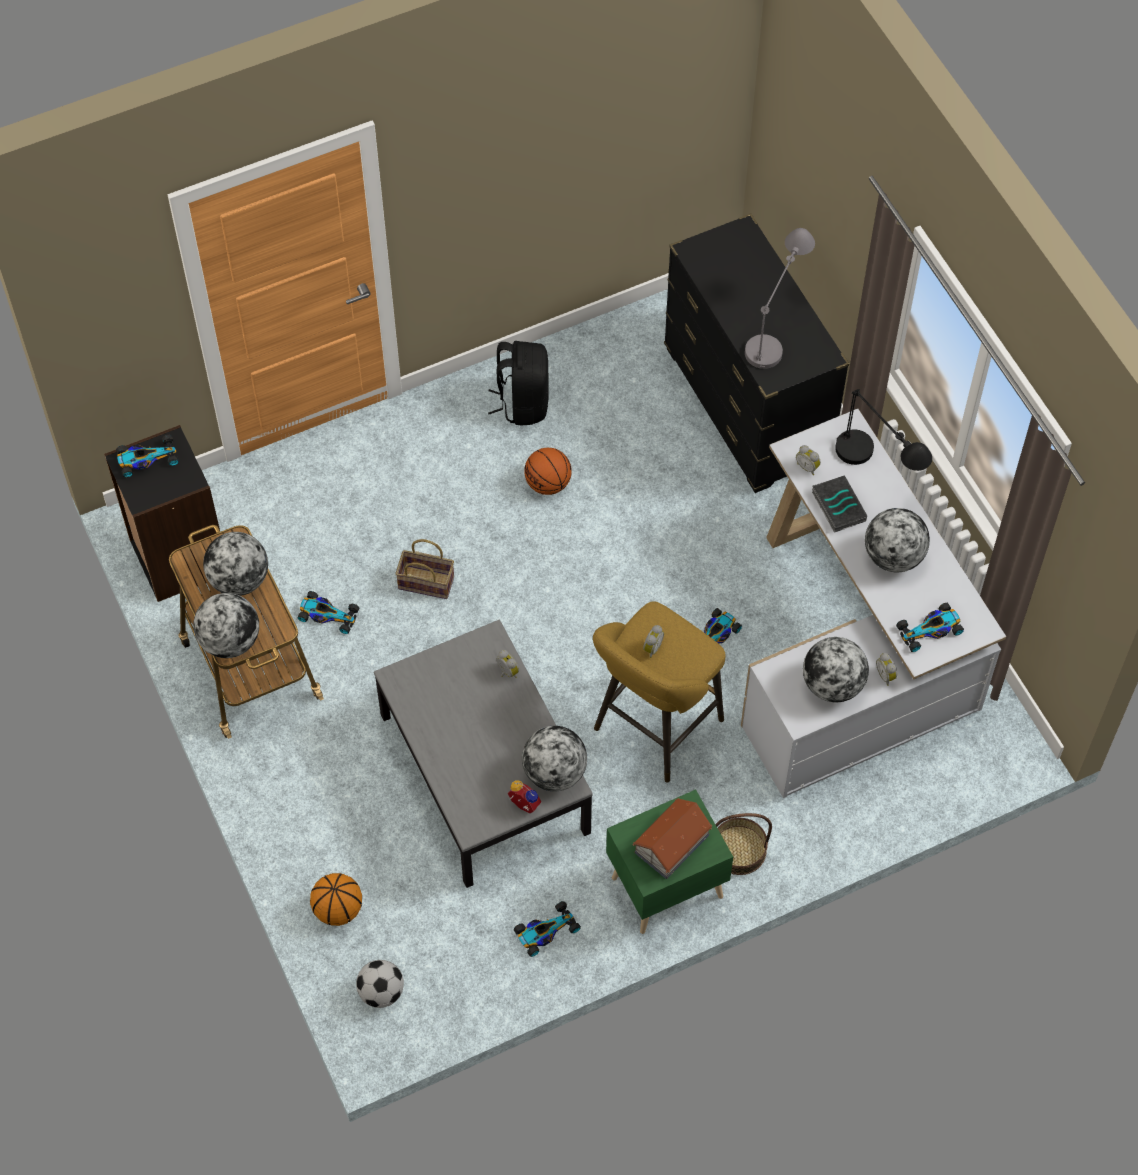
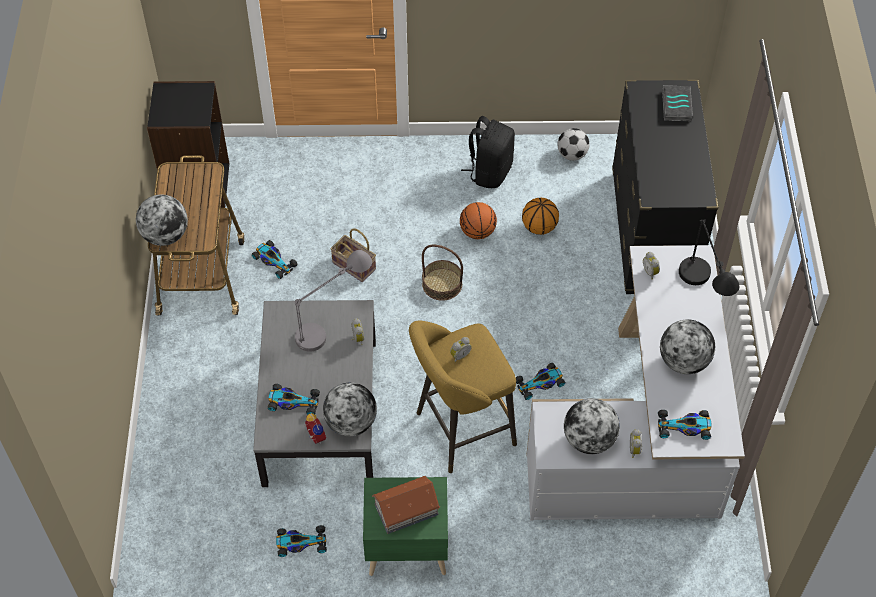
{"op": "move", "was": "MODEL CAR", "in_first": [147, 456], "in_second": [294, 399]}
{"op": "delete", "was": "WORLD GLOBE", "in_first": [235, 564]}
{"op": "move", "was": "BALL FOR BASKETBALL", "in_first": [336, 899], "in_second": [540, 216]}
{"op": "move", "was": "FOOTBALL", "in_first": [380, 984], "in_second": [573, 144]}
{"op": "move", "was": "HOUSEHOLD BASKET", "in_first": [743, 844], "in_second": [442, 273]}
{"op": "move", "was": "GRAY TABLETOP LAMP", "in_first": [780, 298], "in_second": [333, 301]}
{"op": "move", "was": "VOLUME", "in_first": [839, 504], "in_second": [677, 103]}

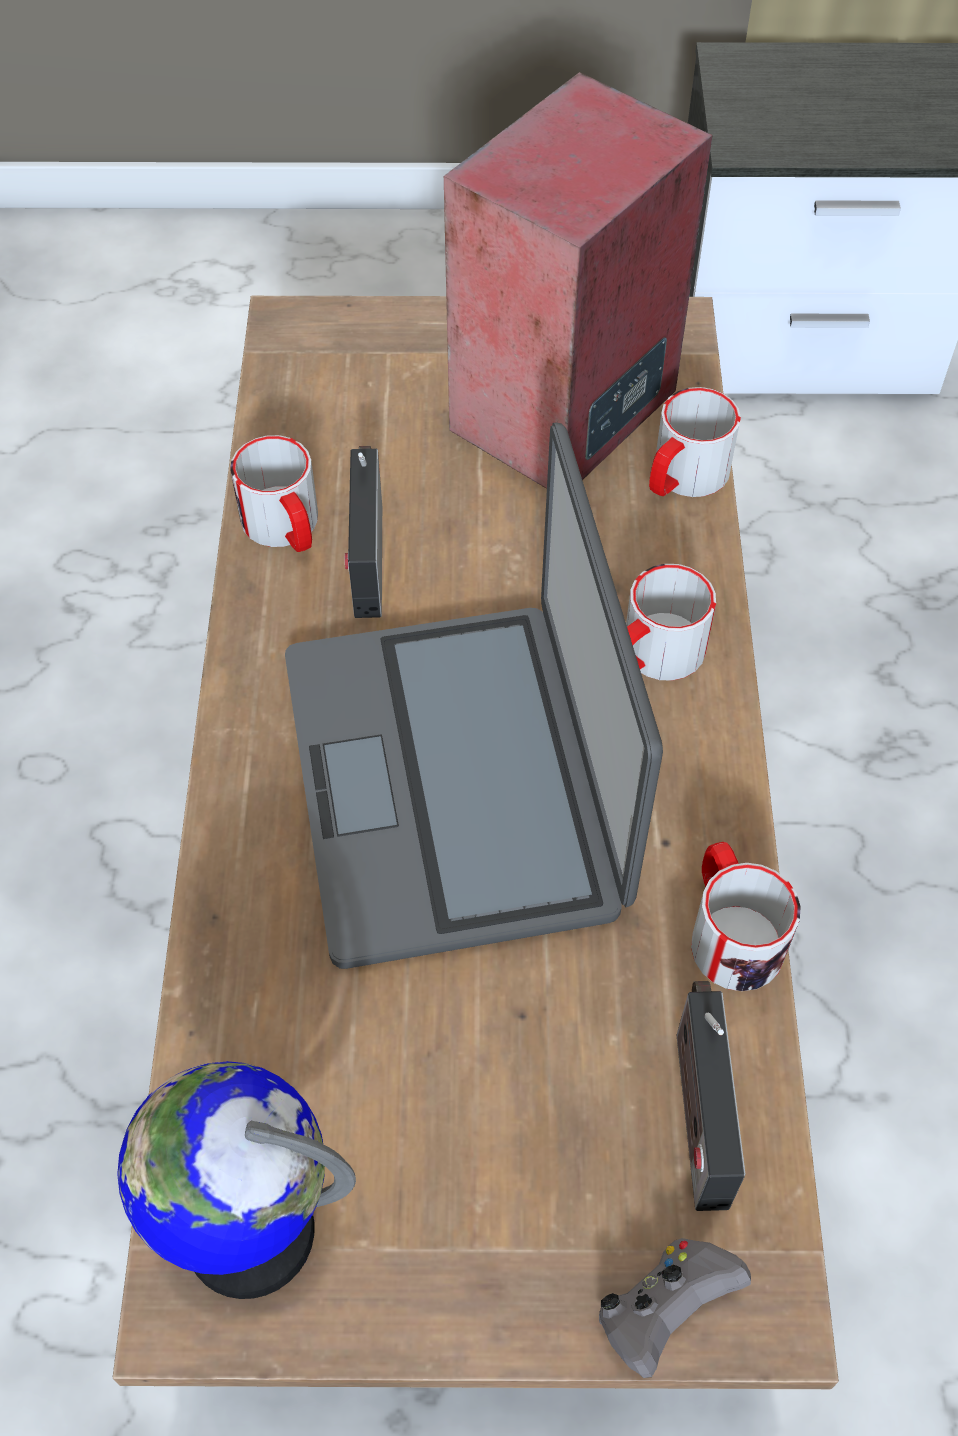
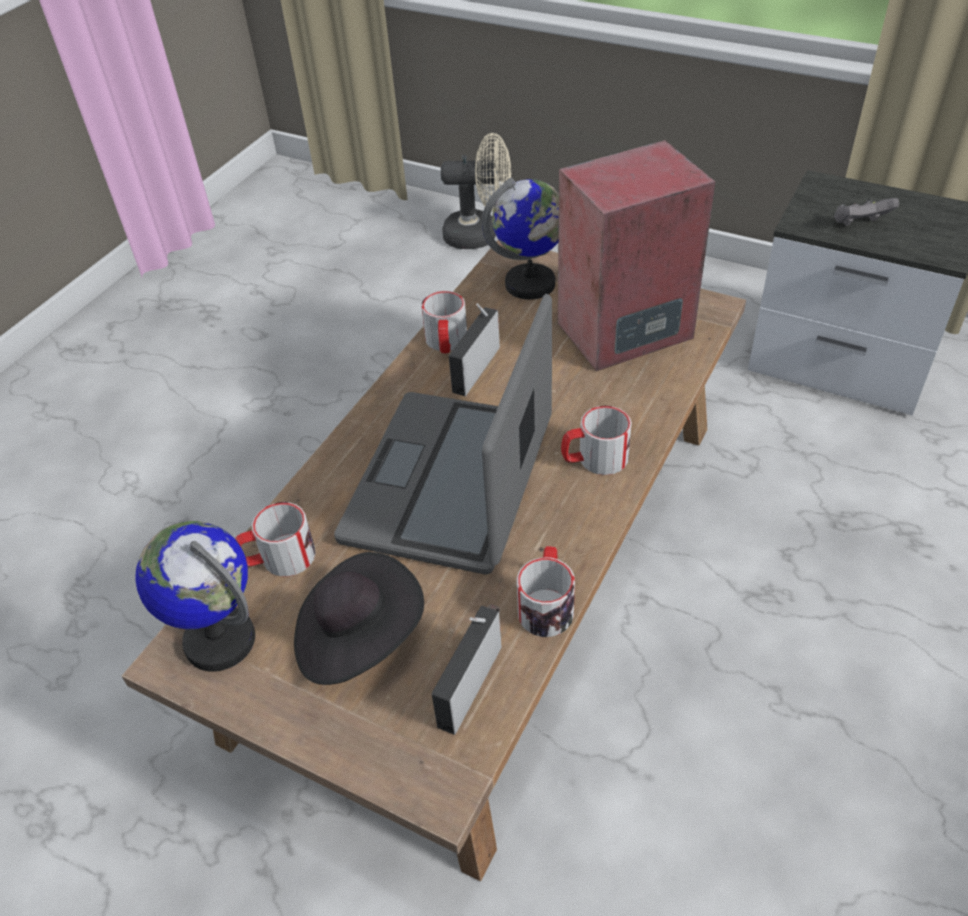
{"op": "move", "was": "GRAY GAMEPAD", "in_first": [675, 1308], "in_second": [866, 212]}
{"op": "move", "was": "COFFEE MUG", "in_first": [695, 442], "in_second": [275, 539]}
{"op": "insert", "now": "BLACK-COLOURED CLOTHING HAT", "in_second": [359, 618]}
{"op": "insert", "now": "BEIGE FAN", "in_second": [476, 191]}
{"op": "insert", "now": "WORLD GLOBE", "in_second": [520, 239]}

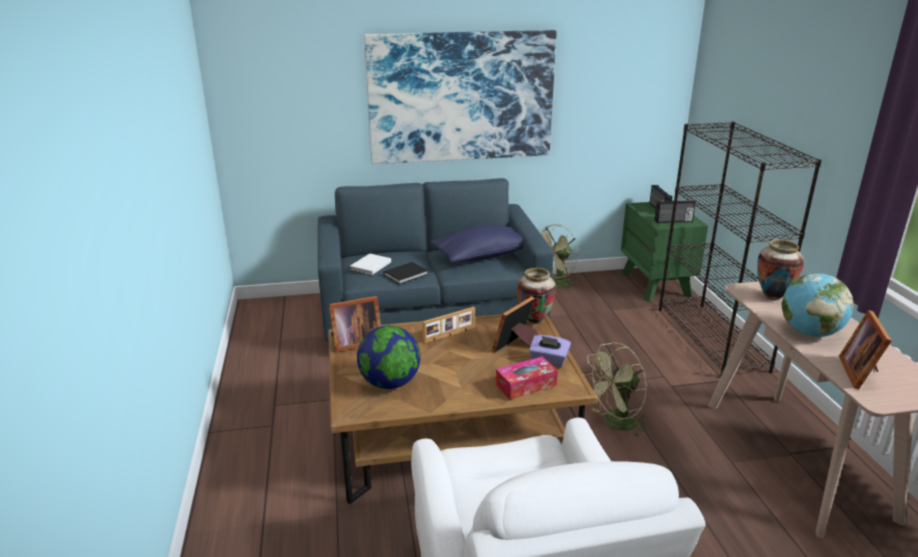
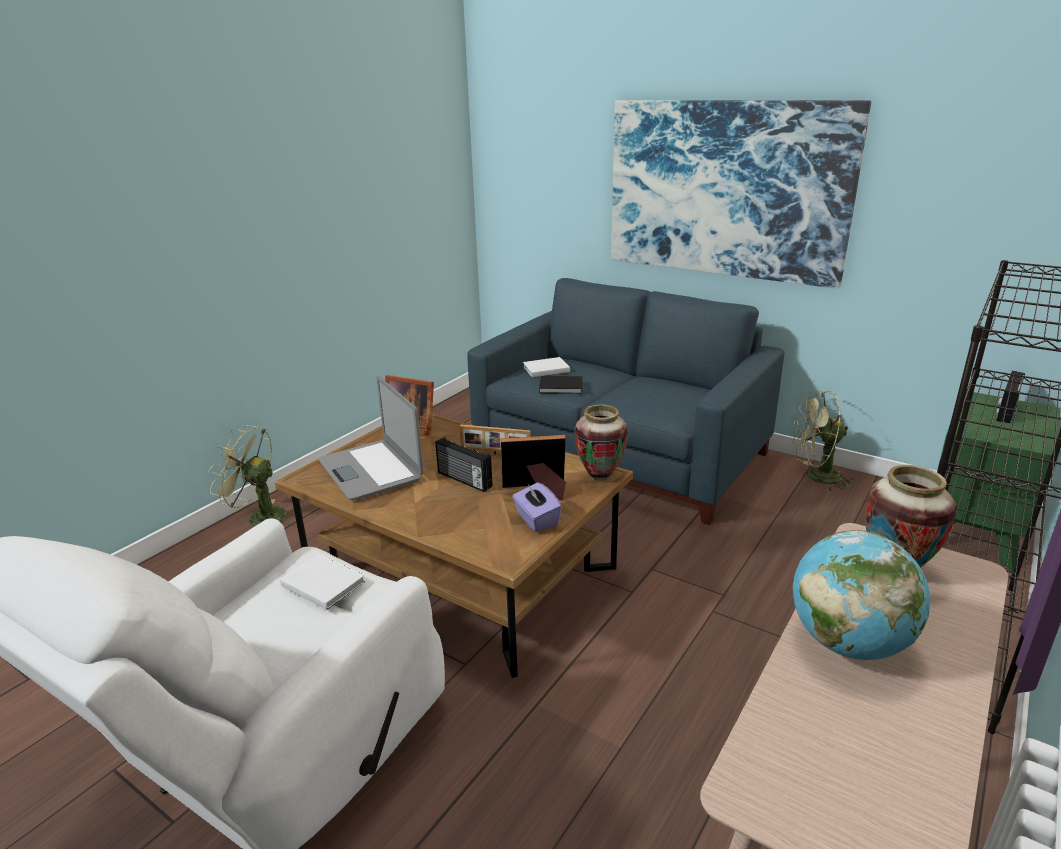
{"op": "replace", "was": "WORLD GLOBE", "now": "NOTEBOOK COMPUTER", "in_first": [388, 357], "in_second": [371, 438]}
{"op": "delete", "was": "BLUE THROW PILLOW", "in_first": [476, 243]}
{"op": "delete", "was": "TISSUE HOLDER", "in_first": [527, 378]}
{"op": "move", "was": "GREENISH FAN", "in_first": [616, 390], "in_second": [248, 476]}
{"op": "move", "was": "RADIO", "in_first": [675, 211], "in_second": [464, 464]}
{"op": "delete", "was": "PICTURE FRAME", "in_first": [865, 349]}
{"op": "insert", "now": "WHITE VOLUME", "in_second": [322, 582]}

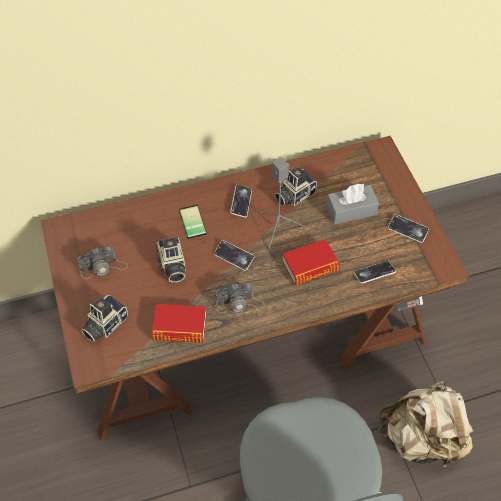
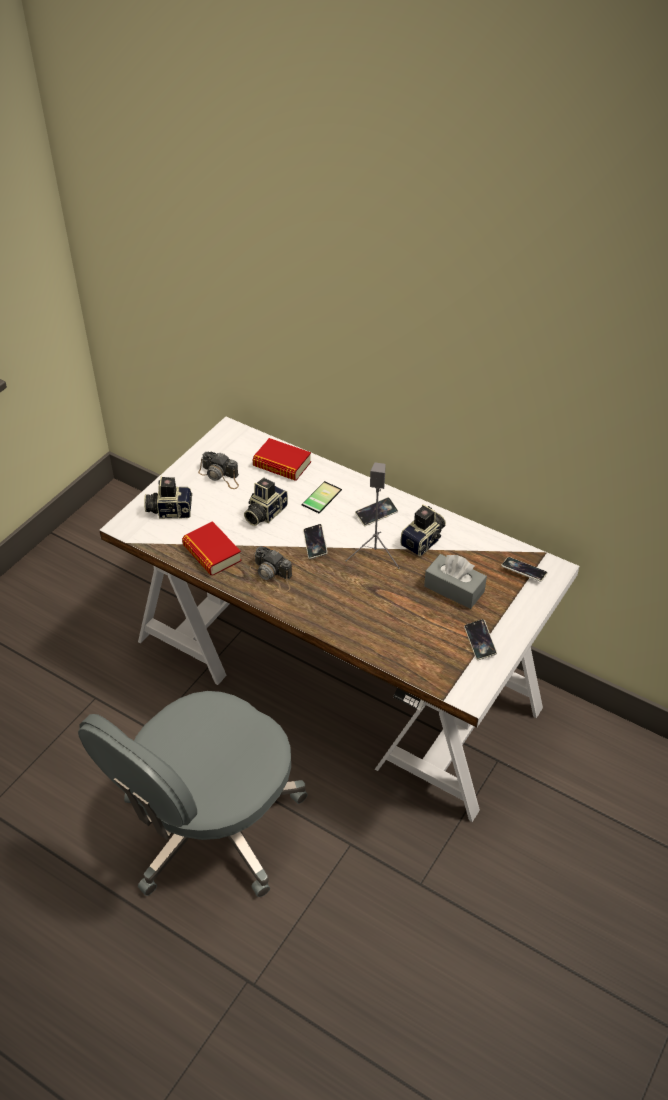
{"op": "recolor", "was": "BROWN-COLOURED DESK UNIT", "now": "WHITE DESK UNIT", "in_first": [254, 288], "in_second": [339, 619]}
{"op": "rotate", "was": "STILL CAMERA", "in_first": [295, 187], "in_second": [423, 530], "clockwise": 120}
{"op": "move", "was": "VOLUME", "in_first": [311, 262], "in_second": [281, 459]}
{"op": "move", "was": "TELEPHONE", "in_first": [375, 272], "in_second": [524, 569]}
{"op": "delete", "was": "BEIGE RUCKSACK", "in_first": [426, 425]}

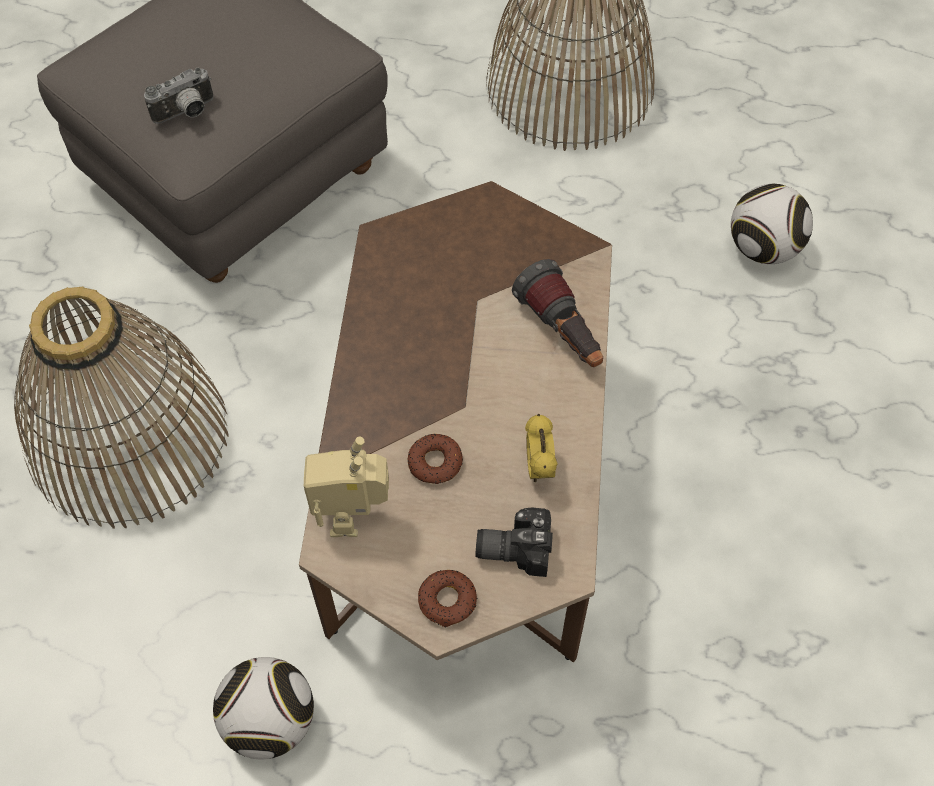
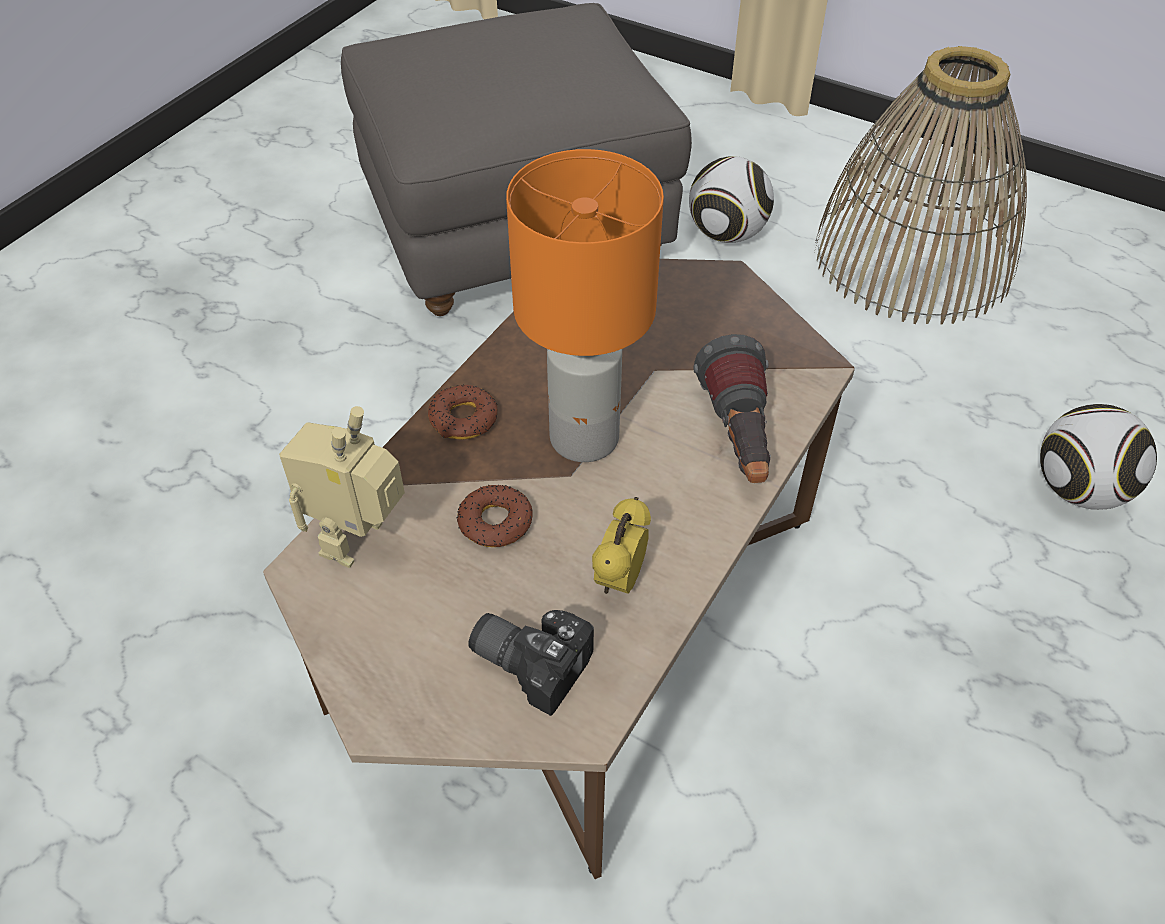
{"op": "delete", "was": "HOUSEHOLD BASKET", "in_first": [121, 408]}
{"op": "delete", "was": "STILL CAMERA", "in_first": [178, 96]}
{"op": "move", "was": "FOOTBALL", "in_first": [263, 708], "in_second": [731, 199]}
{"op": "move", "was": "DOUGHNUT", "in_first": [448, 599], "in_second": [462, 412]}
{"op": "insert", "now": "ORANGE TABLETOP LAMP", "in_second": [585, 305]}

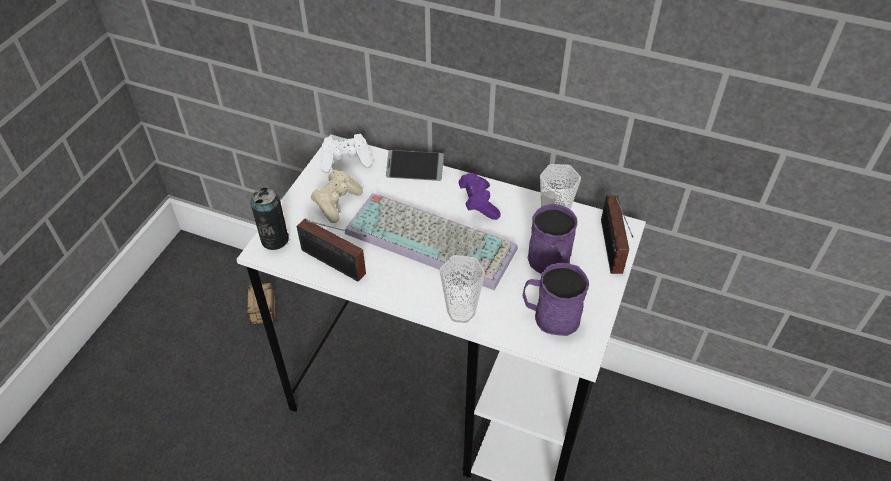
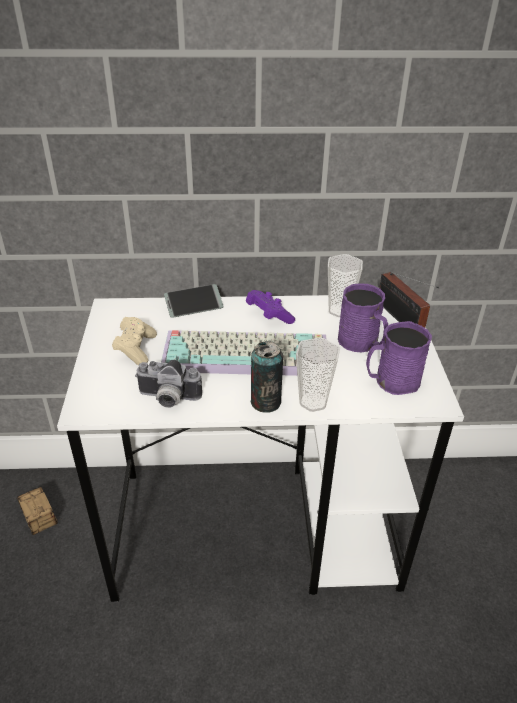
{"op": "move", "was": "CAN", "in_first": [269, 219], "in_second": [267, 377]}
{"op": "replace", "was": "RADIO", "now": "STILL CAMERA", "in_first": [332, 250], "in_second": [168, 384]}
{"op": "delete", "was": "WHITE GAMEPAD", "in_first": [347, 153]}

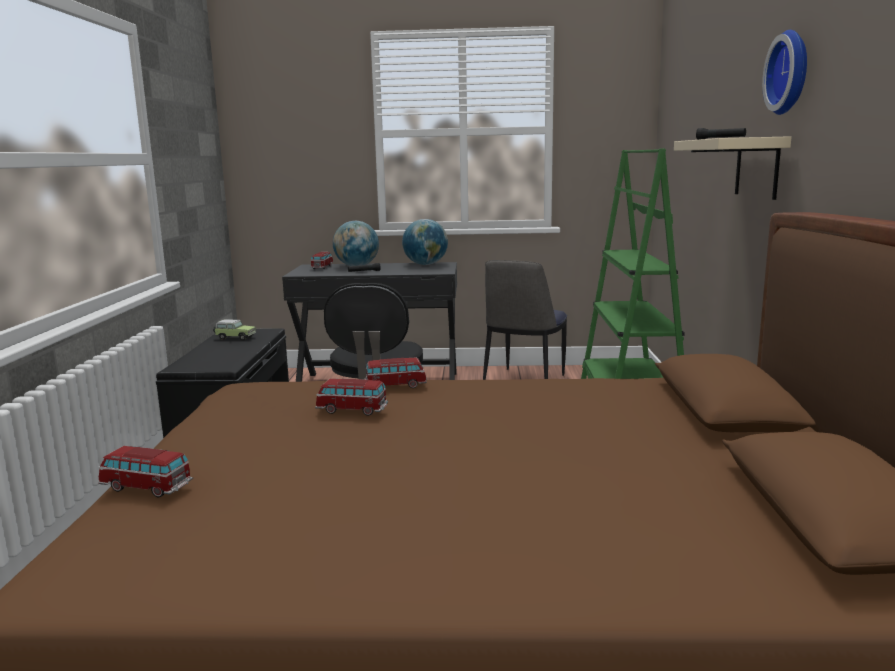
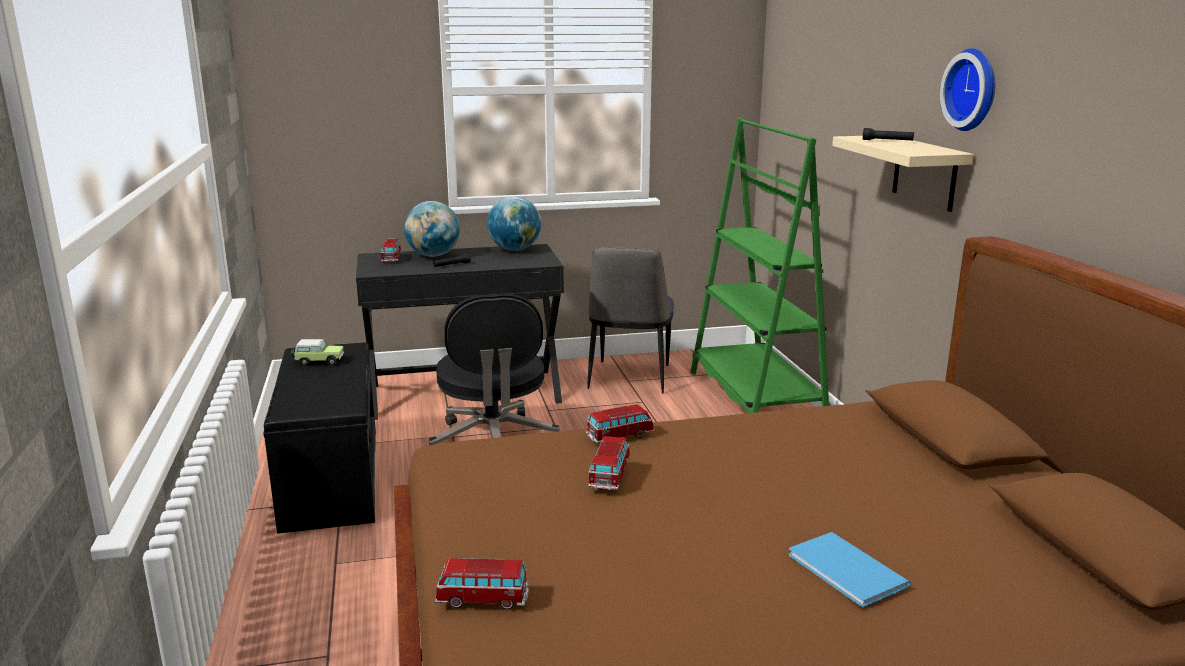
{"op": "rotate", "was": "MODEL CAR", "in_first": [351, 397], "in_second": [609, 463], "clockwise": 105}
{"op": "insert", "now": "BLUE VOLUME", "in_second": [850, 569]}

